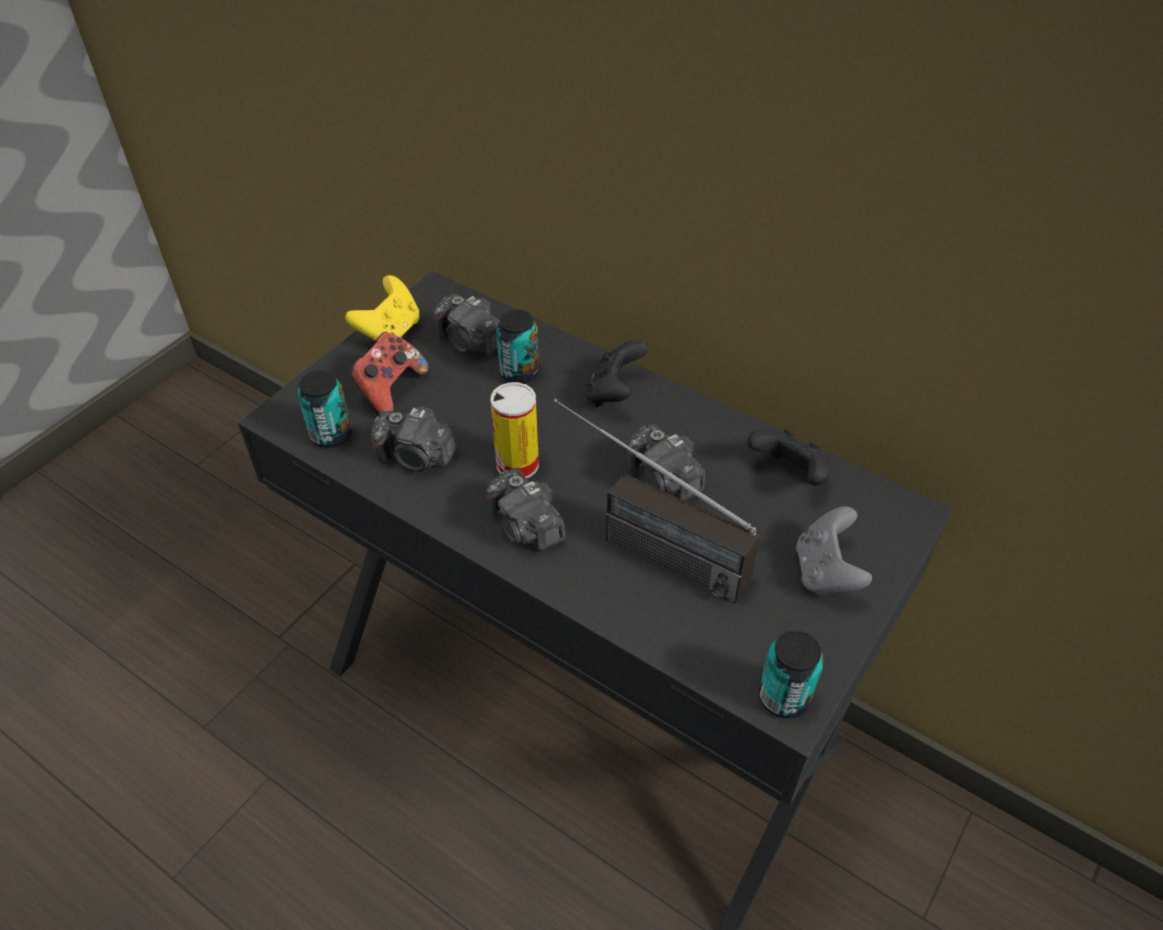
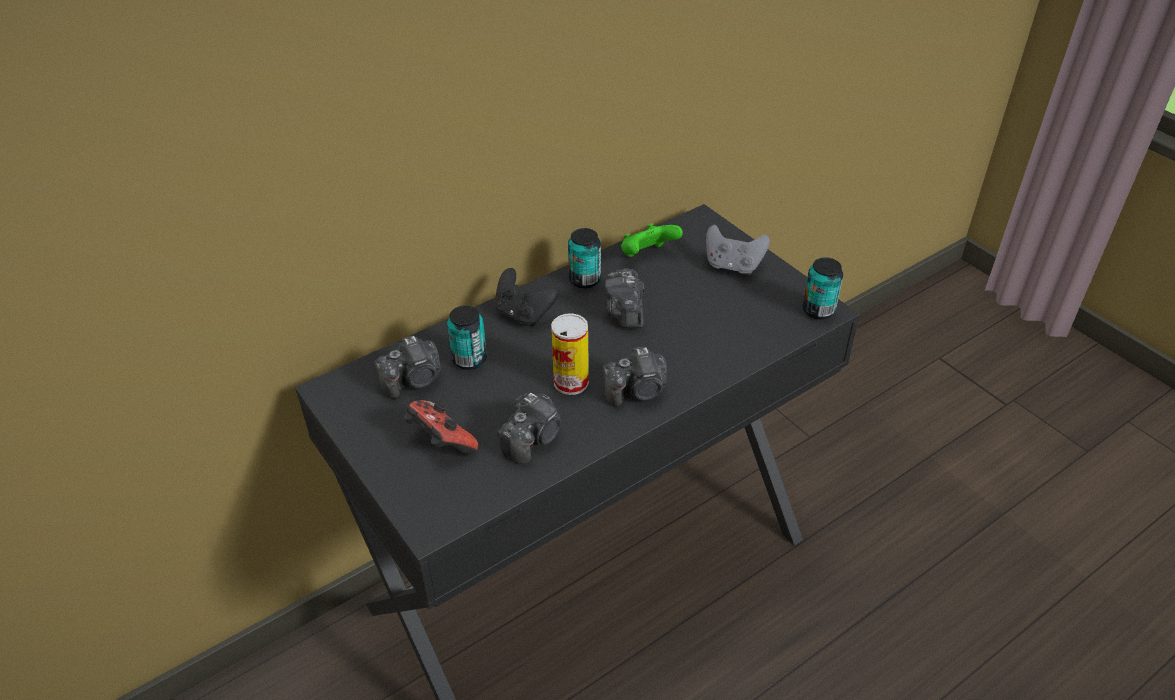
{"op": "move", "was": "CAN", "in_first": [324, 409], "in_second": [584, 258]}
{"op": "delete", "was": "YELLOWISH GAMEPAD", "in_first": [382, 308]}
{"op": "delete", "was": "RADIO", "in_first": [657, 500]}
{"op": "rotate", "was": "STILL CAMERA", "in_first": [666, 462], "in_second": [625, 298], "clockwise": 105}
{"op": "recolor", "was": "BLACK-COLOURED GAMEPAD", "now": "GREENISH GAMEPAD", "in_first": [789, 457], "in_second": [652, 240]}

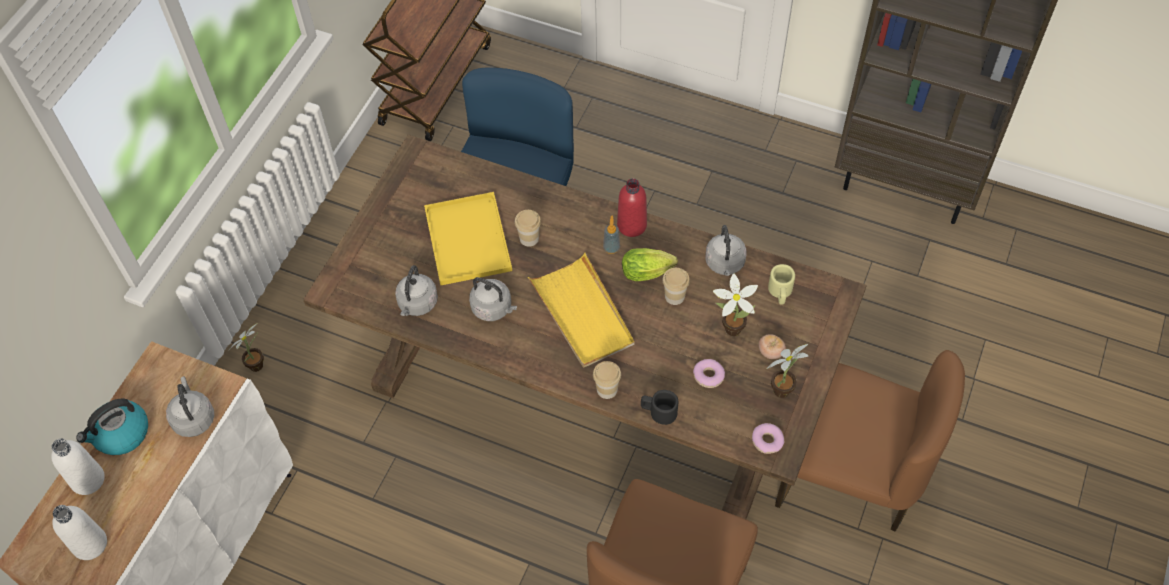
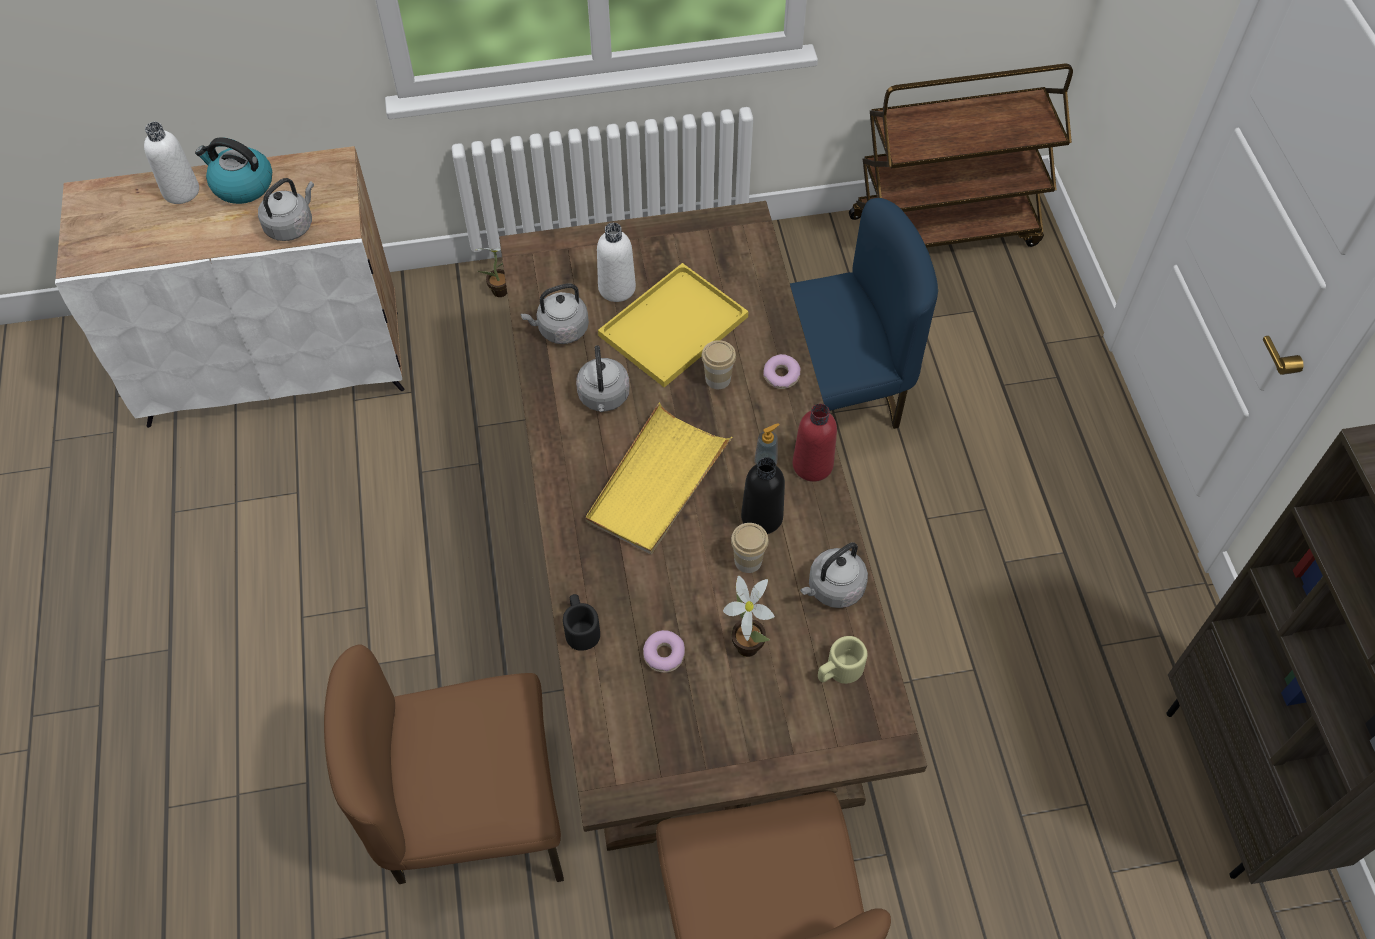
{"op": "move", "was": "WHITE BEVERAGE BOTTLE", "in_first": [79, 532], "in_second": [616, 262]}
{"op": "delete", "was": "DRINKING CUP", "in_first": [607, 380]}
{"op": "replace", "was": "LETTUCE HEAD", "now": "BLACK-COLOURED BEVERAGE BOTTLE", "in_first": [650, 264], "in_second": [763, 495]}
{"op": "move", "was": "DOUGHNUT", "in_first": [768, 438], "in_second": [781, 371]}
{"op": "delete", "was": "FRESH TOMATO", "in_first": [772, 346]}
{"op": "delete", "was": "PLANT IN A POT", "in_first": [787, 371]}

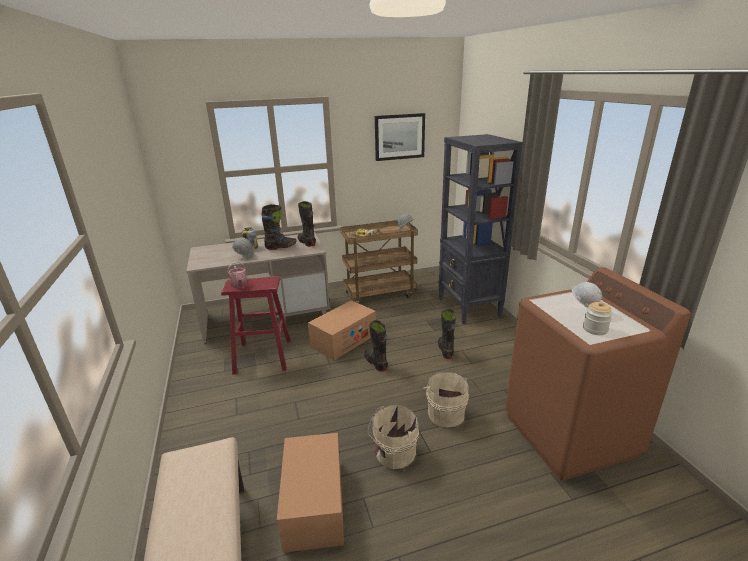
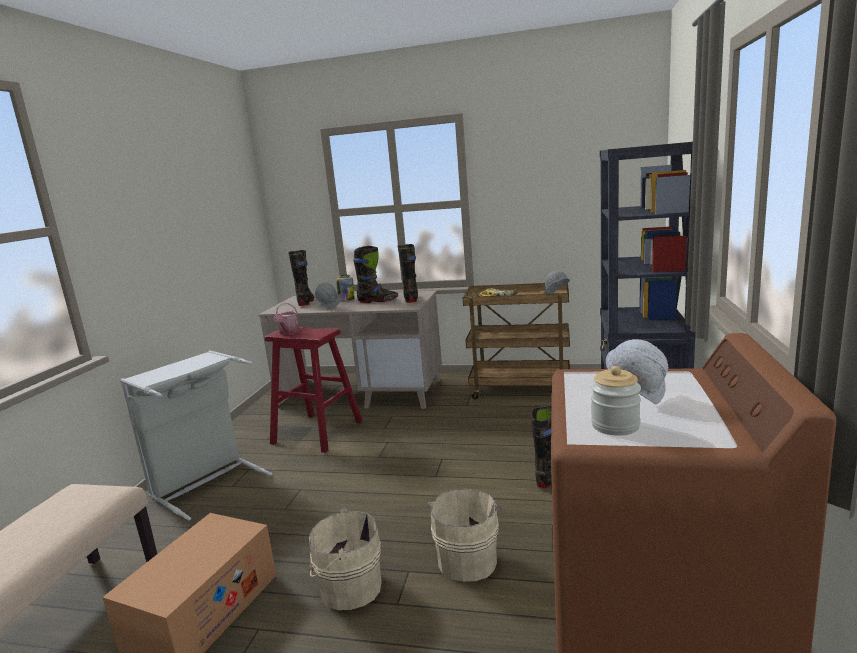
{"op": "delete", "was": "CARDBOARD BOX", "in_first": [342, 330]}
{"op": "move", "was": "BLACK-COLOURED BOOT", "in_first": [376, 346], "in_second": [301, 278]}
{"op": "delete", "was": "WALL ART", "in_first": [400, 137]}
{"op": "insert", "now": "GRAY HAMPER", "in_second": [196, 435]}

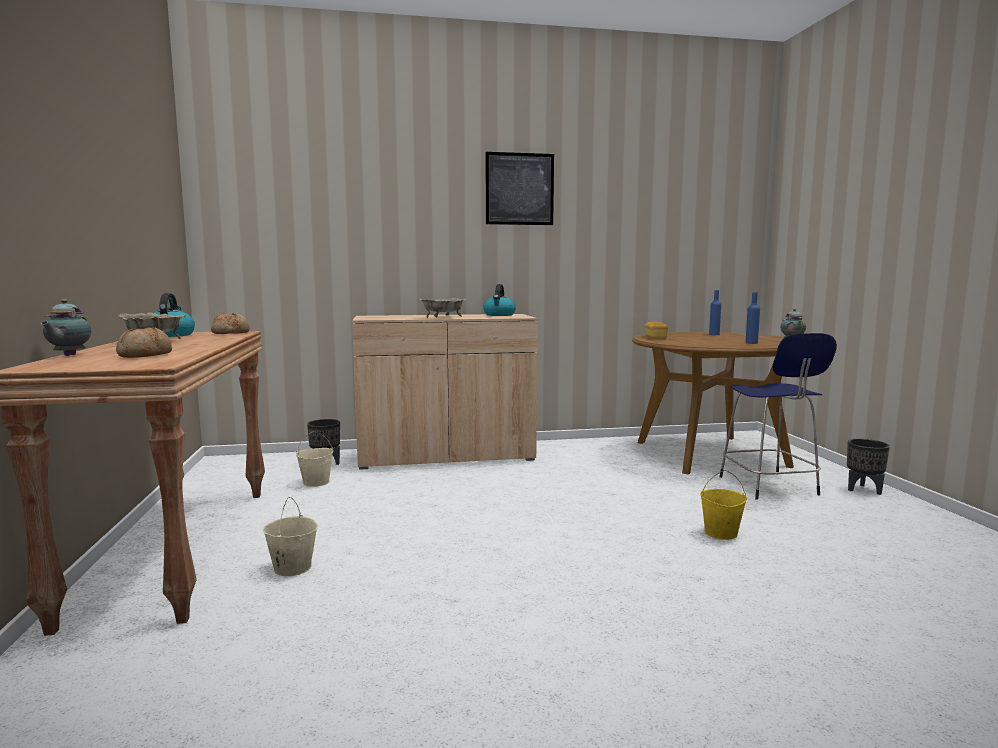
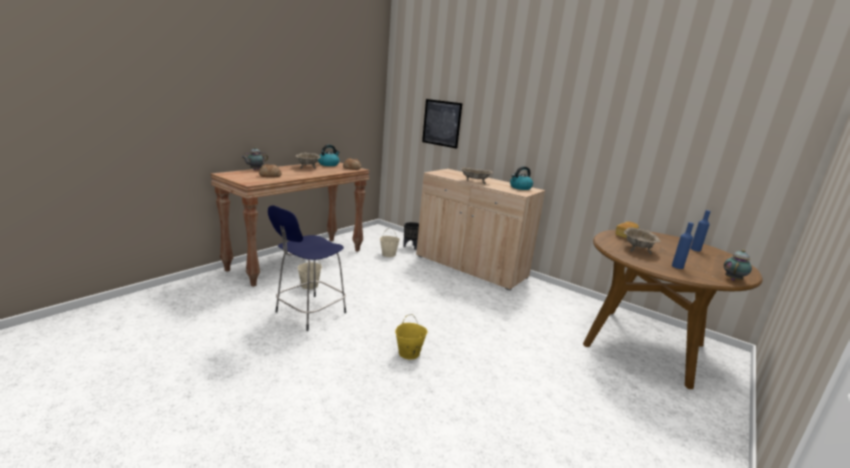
{"op": "move", "was": "WALL ART", "in_first": [520, 188], "in_second": [442, 124]}
{"op": "move", "was": "YELLOWISH PAIL", "in_first": [723, 505], "in_second": [411, 337]}
{"op": "move", "was": "BLUE STOOL", "in_first": [778, 416], "in_second": [307, 268]}
{"op": "delete", "was": "BLACK-COLOURED PLANT POT", "in_first": [868, 467]}
{"op": "insert", "now": "BEIGE DEEP DISH", "in_second": [642, 240]}

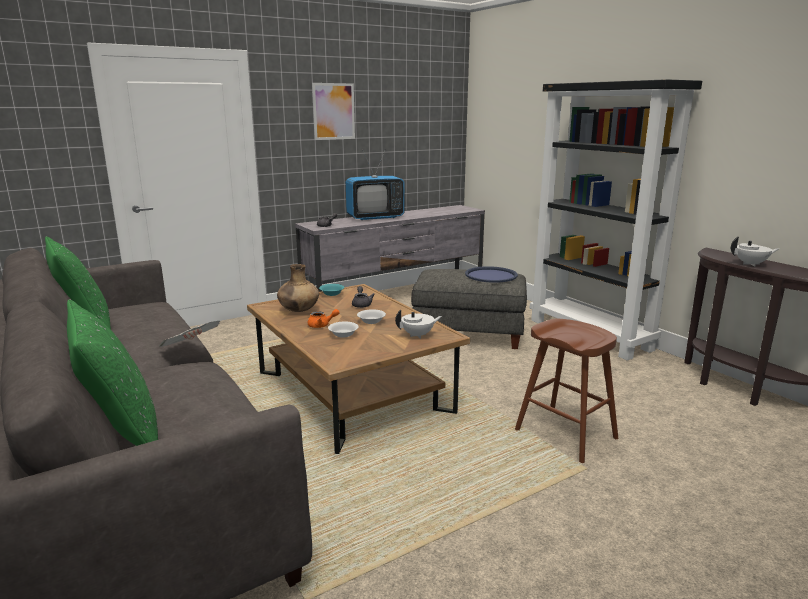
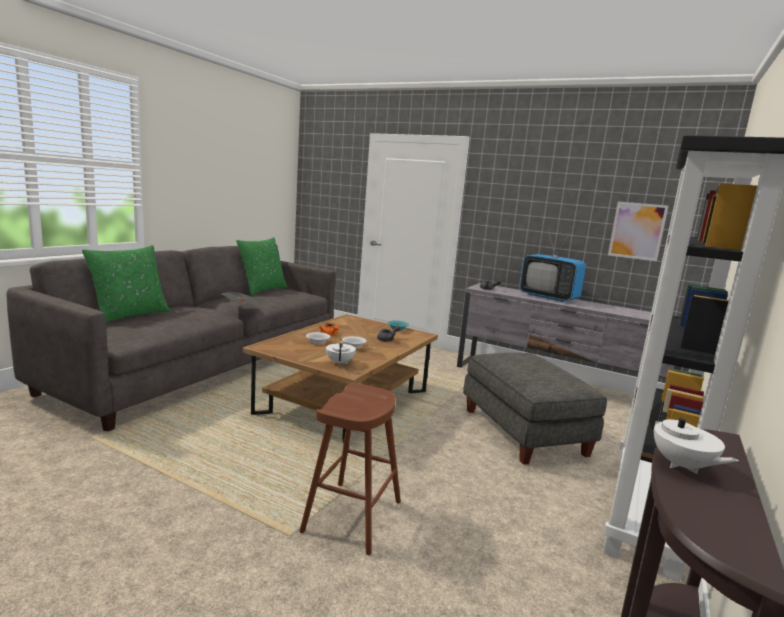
{"op": "delete", "was": "BROWN-COLOURED FLOWER VASE", "in_first": [298, 288]}
{"op": "move", "was": "WALL ART", "in_first": [333, 111], "in_second": [638, 231]}
{"op": "rotate", "was": "WHITE TEAPOT", "in_first": [418, 324], "in_second": [341, 353], "clockwise": -135}
{"op": "delete", "was": "BLUE TRAY", "in_first": [491, 274]}

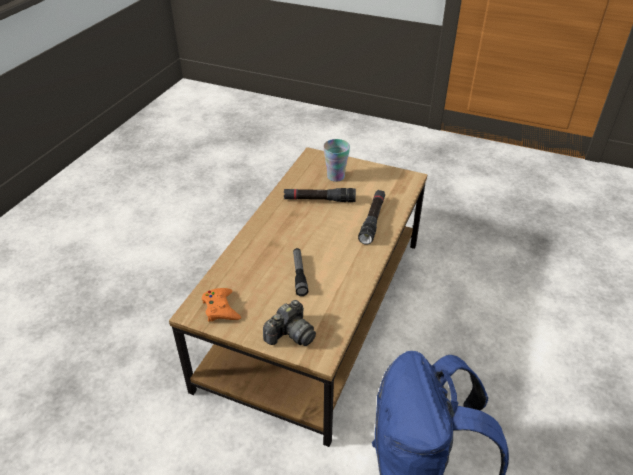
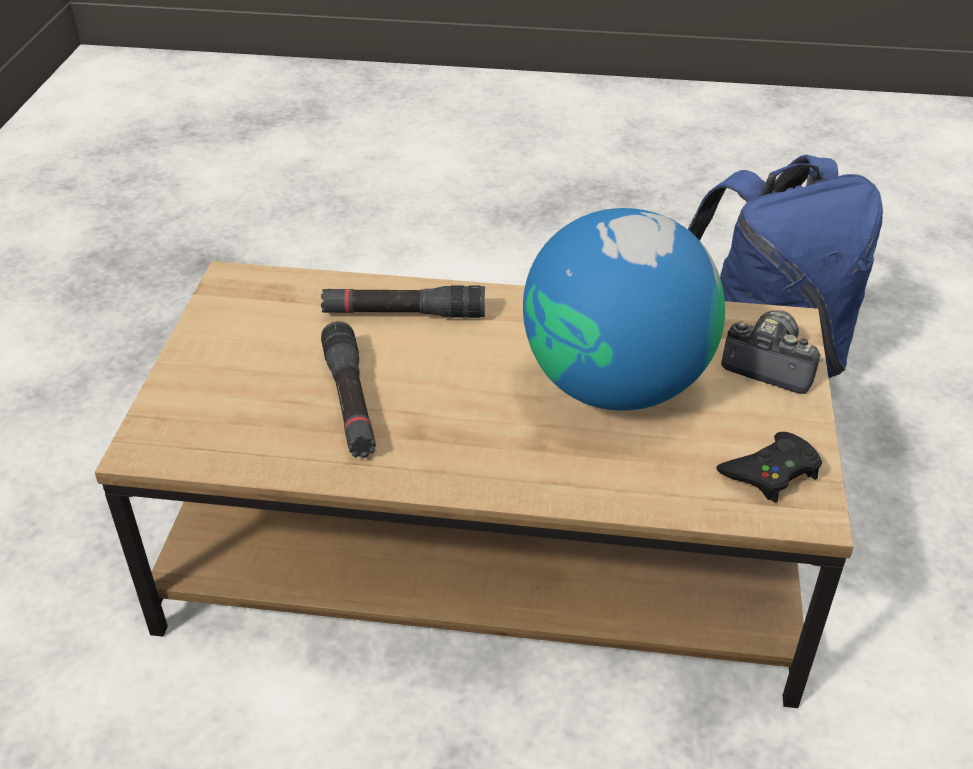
{"op": "recolor", "was": "ORANGE GAMEPAD", "now": "BLACK-COLOURED GAMEPAD", "in_first": [221, 305], "in_second": [769, 467]}
{"op": "replace", "was": "HAND TORCH", "now": "WORLD GLOBE", "in_first": [300, 272], "in_second": [624, 309]}
{"op": "delete", "was": "DRINKING CUP", "in_first": [336, 160]}

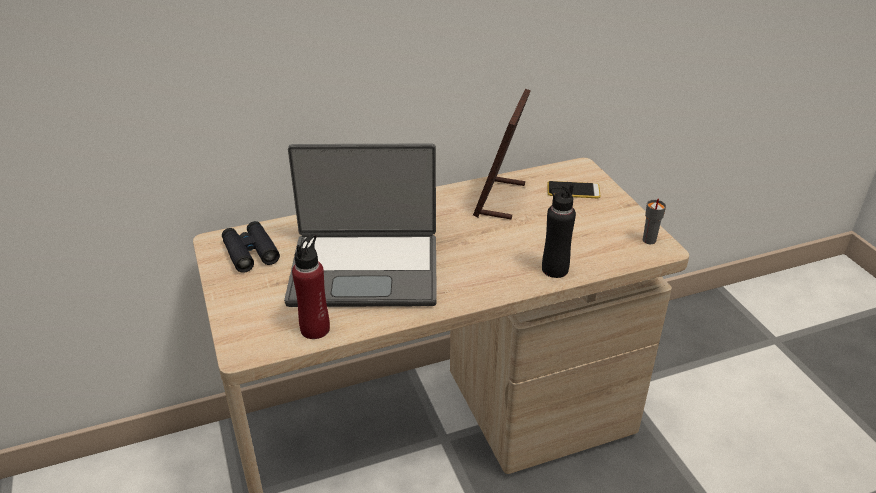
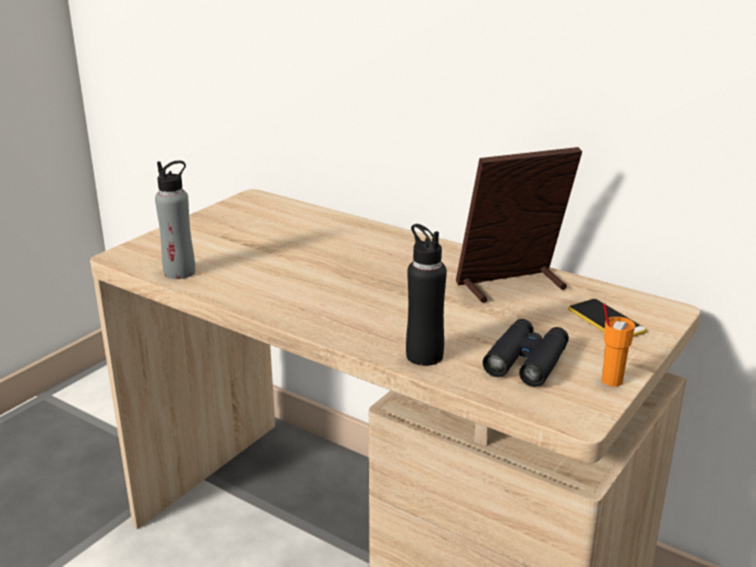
{"op": "move", "was": "BLACK-COLOURED PAIR OF BINOCULARS", "in_first": [251, 247], "in_second": [526, 353]}
{"op": "delete", "was": "NOTEBOOK COMPUTER", "in_first": [360, 225]}
{"op": "recolor", "was": "REDDISH BEVERAGE BOTTLE", "now": "GRAY BEVERAGE BOTTLE", "in_first": [311, 286], "in_second": [175, 220]}
{"op": "delete", "was": "GRAY DRINKING CUP", "in_first": [654, 221]}
{"op": "insert", "now": "ORANGE DRINKING CUP", "in_second": [618, 345]}

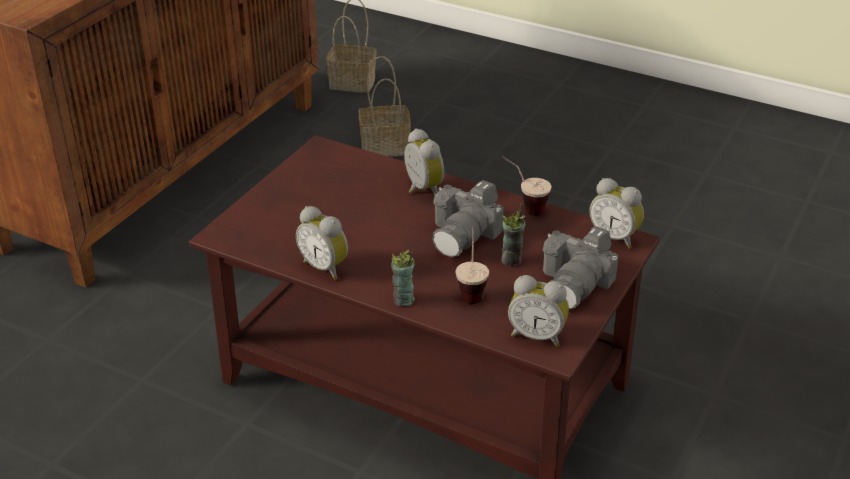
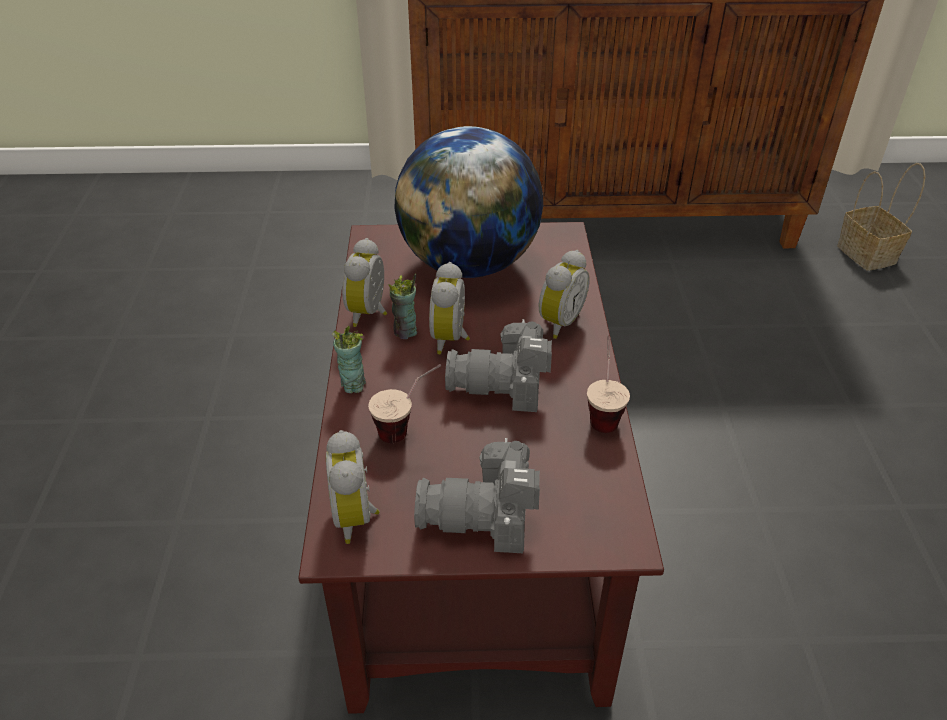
{"op": "delete", "was": "HOUSEHOLD BASKET", "in_first": [385, 106]}
{"op": "move", "was": "DRINKING CUP", "in_first": [513, 235], "in_second": [402, 306]}
{"op": "move", "was": "TABLE CLOCK", "in_first": [616, 213], "in_second": [449, 308]}
{"op": "insert", "now": "WORLD GLOBE", "in_second": [468, 202]}

